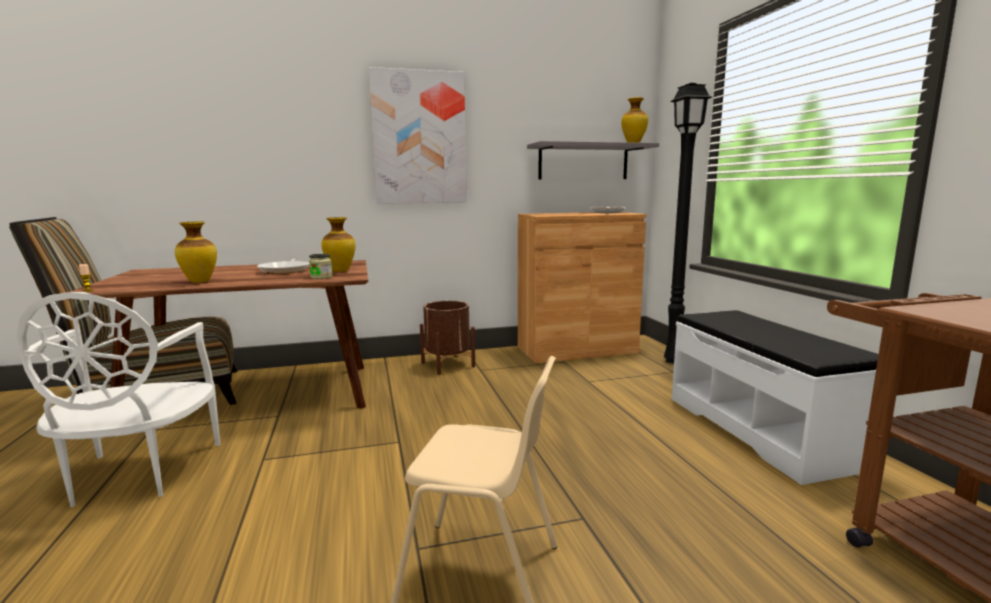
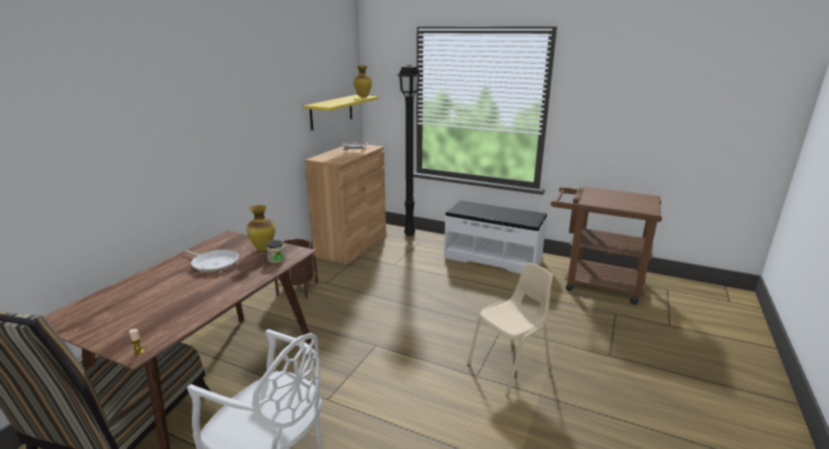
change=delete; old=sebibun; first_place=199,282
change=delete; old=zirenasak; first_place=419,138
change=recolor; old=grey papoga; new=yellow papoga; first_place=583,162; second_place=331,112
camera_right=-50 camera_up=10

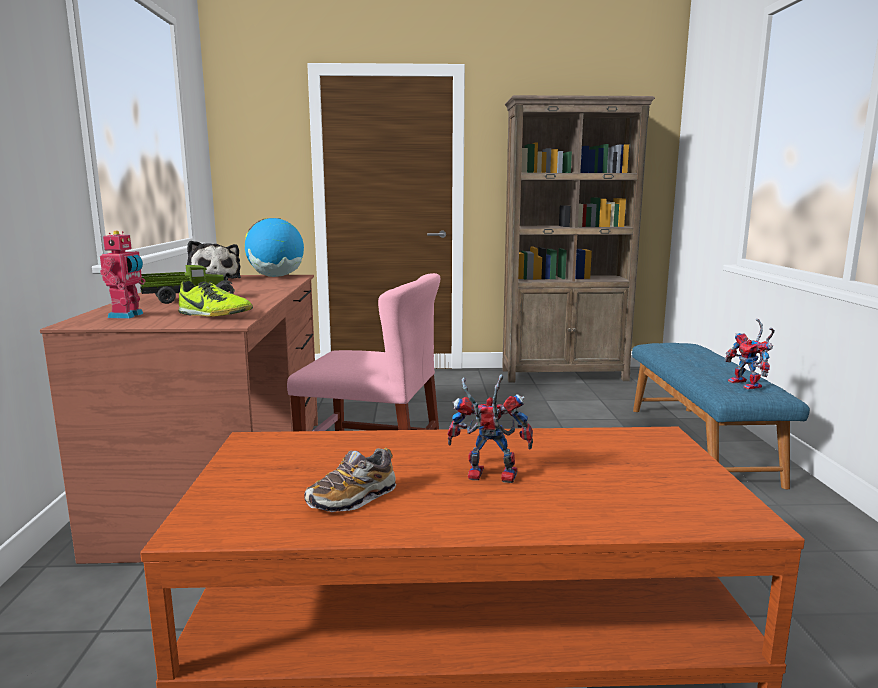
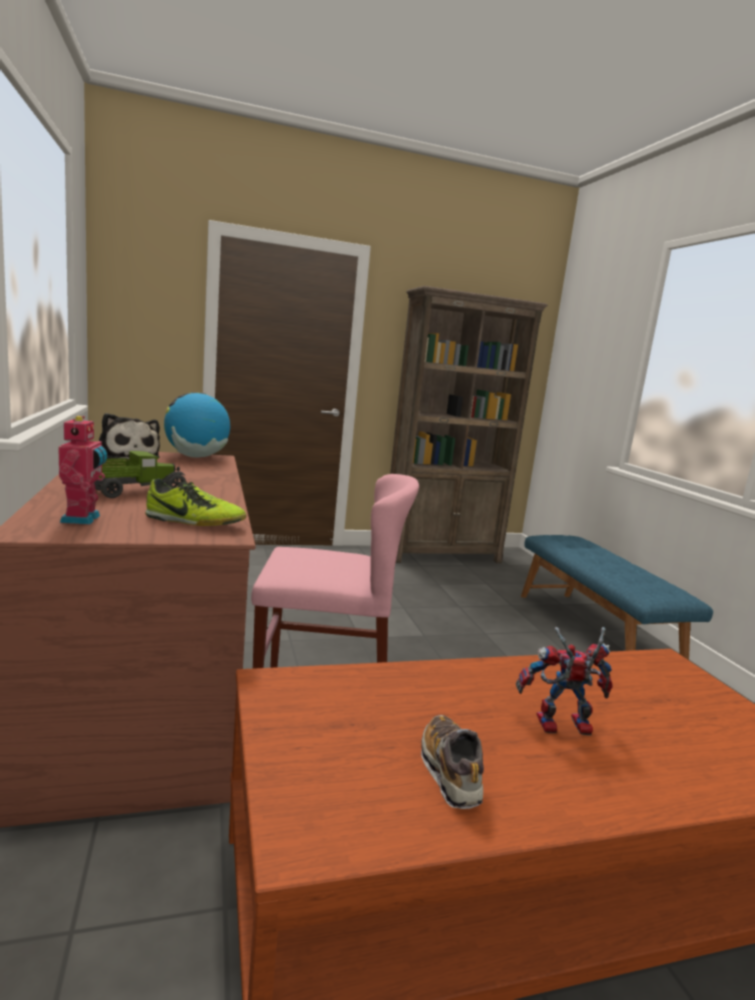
change=delete; old=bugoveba; first_place=748,385
change=rotate; old=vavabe; first_place=352,499; second_place=449,771; degrees=135
camera_right=-15 camera_up=0

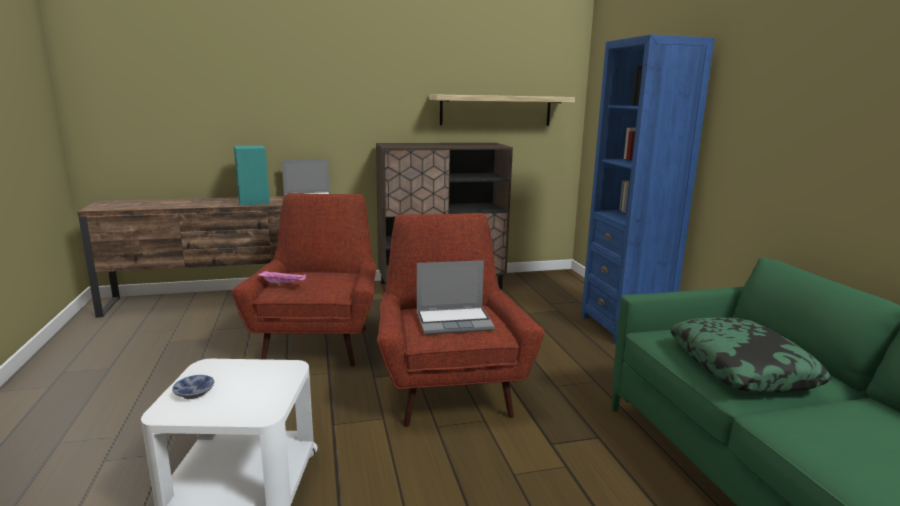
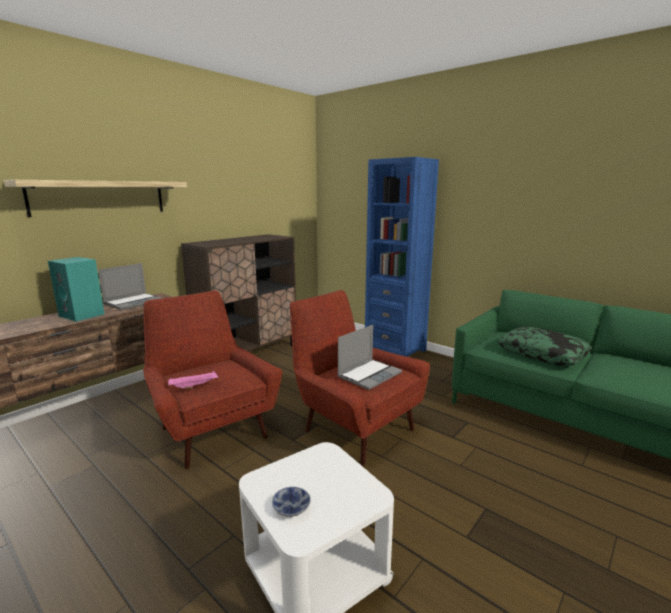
change=move; old=papoga; first_place=496,110; second_place=100,197
camera_right=-35 camera_up=0

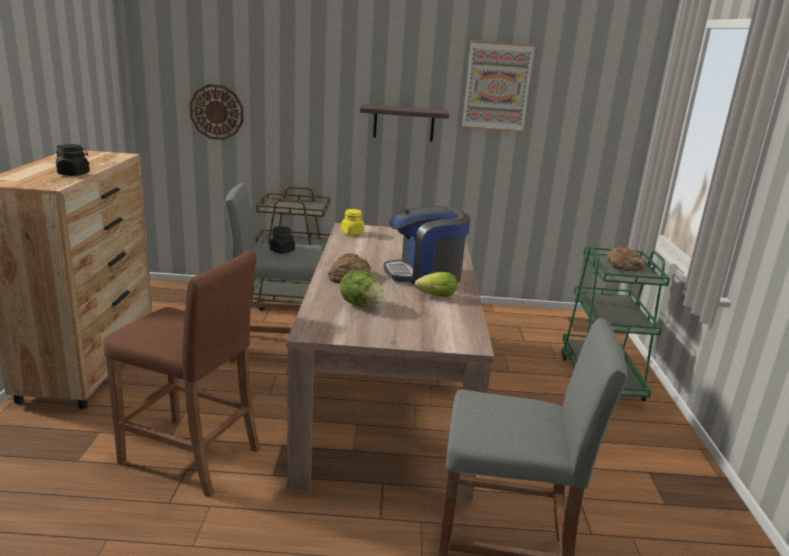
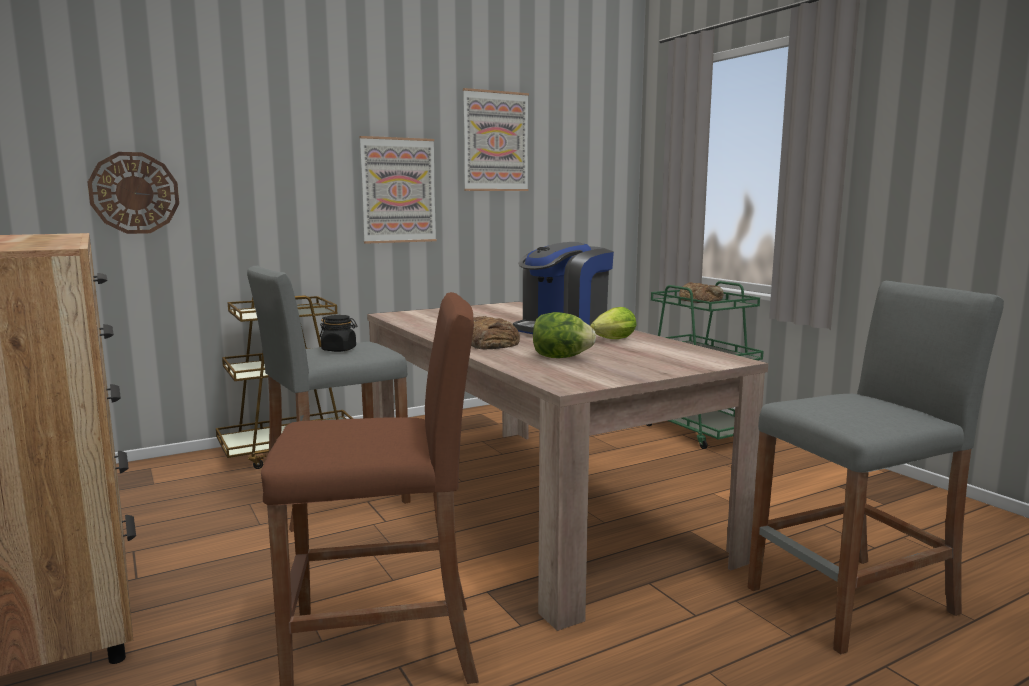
change=delete; old=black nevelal; first_place=74,174
change=delete; old=yellow nevelal; first_place=352,232
change=replace; old=papoga; new=zirenasak; first_place=404,123; second_place=398,190
camera_right=-30 camera_up=-10

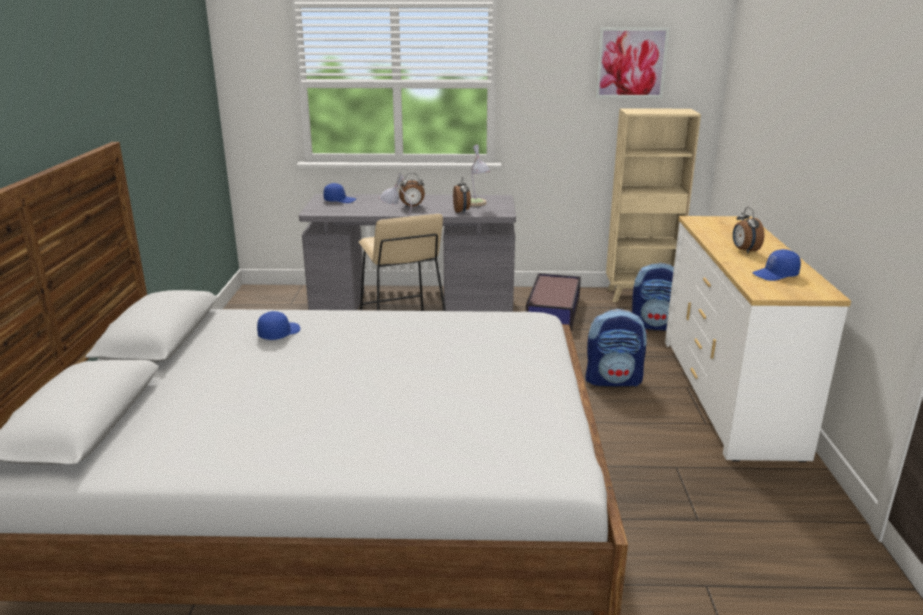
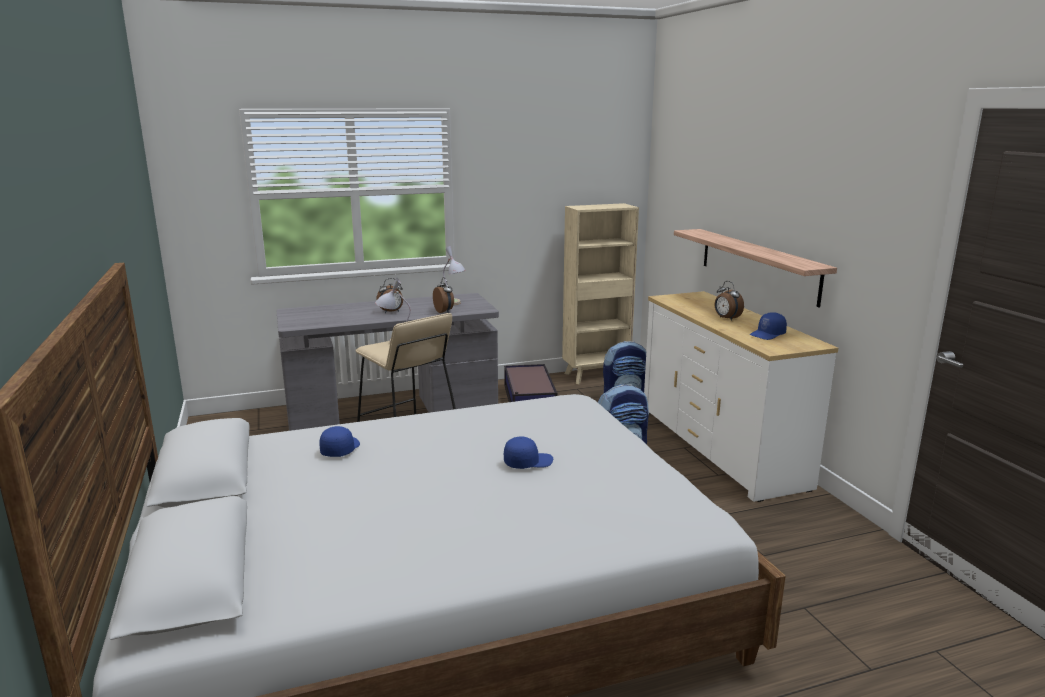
change=delete; old=zirenasak; first_place=631,63
change=insert; new=papoga; second_place=757,265
change=move; old=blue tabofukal; first_place=339,200; second_place=528,462
camera_right=-20 camera_up=-5

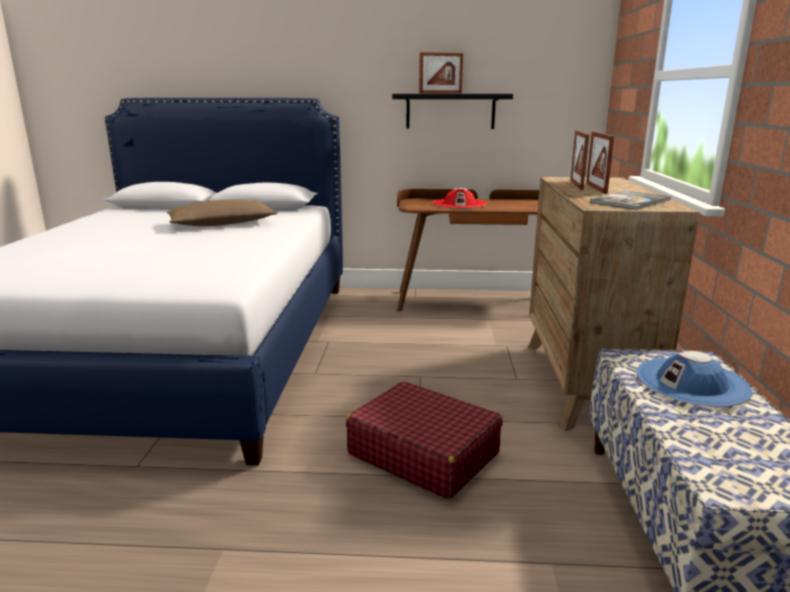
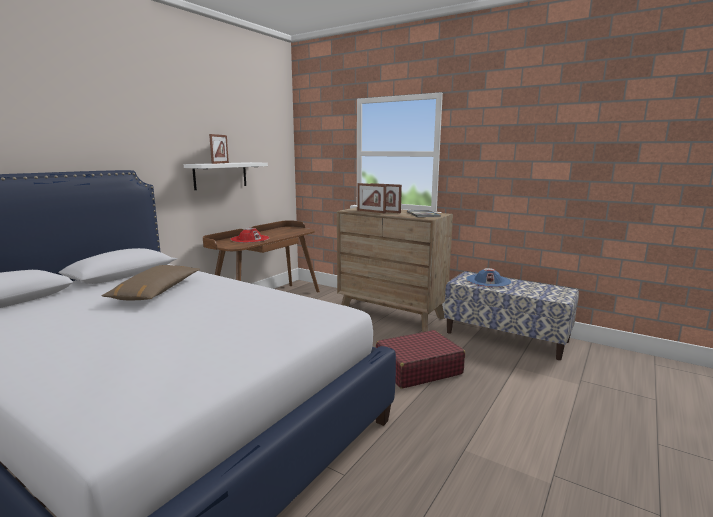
change=recolor; old=black papoga; new=white papoga; first_place=450,111; second_place=220,175
camera_right=-60 camera_up=-5

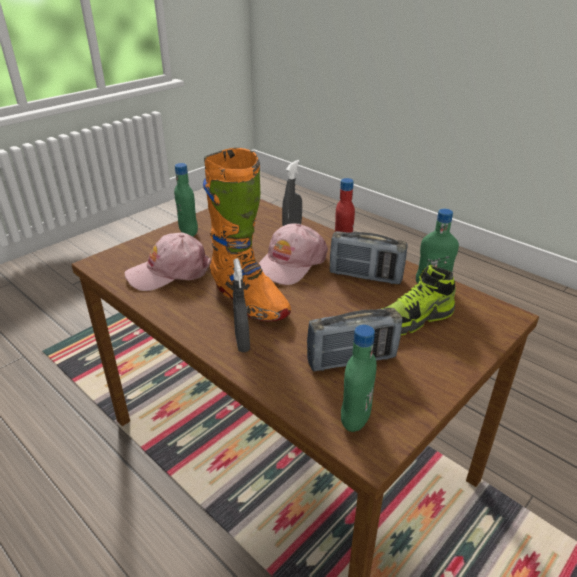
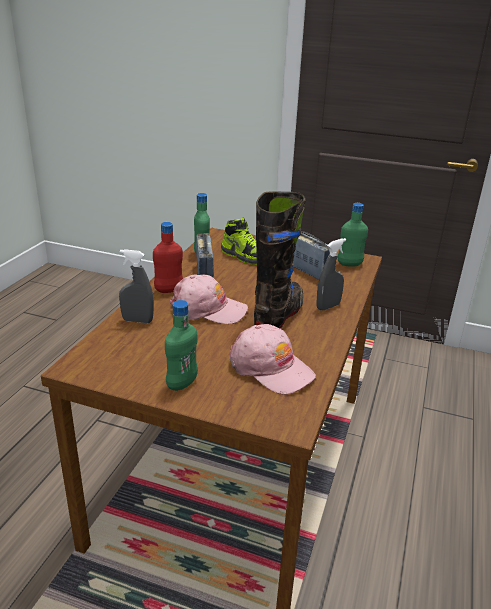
change=recolor; old=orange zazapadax; new=black zazapadax; first_place=249,301; second_place=278,315
camera_right=-115 camera_up=-5

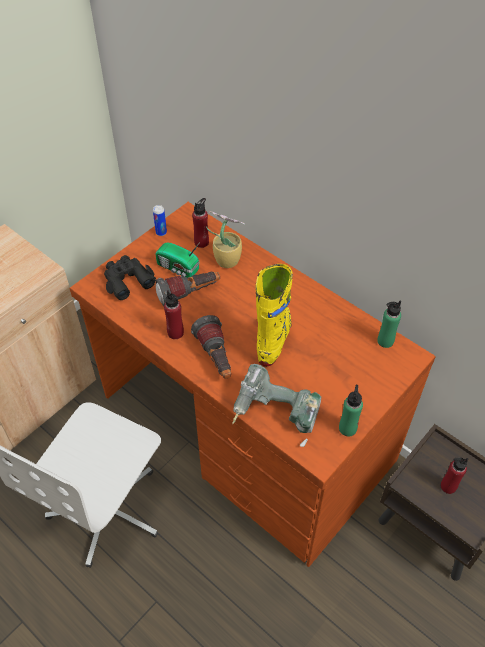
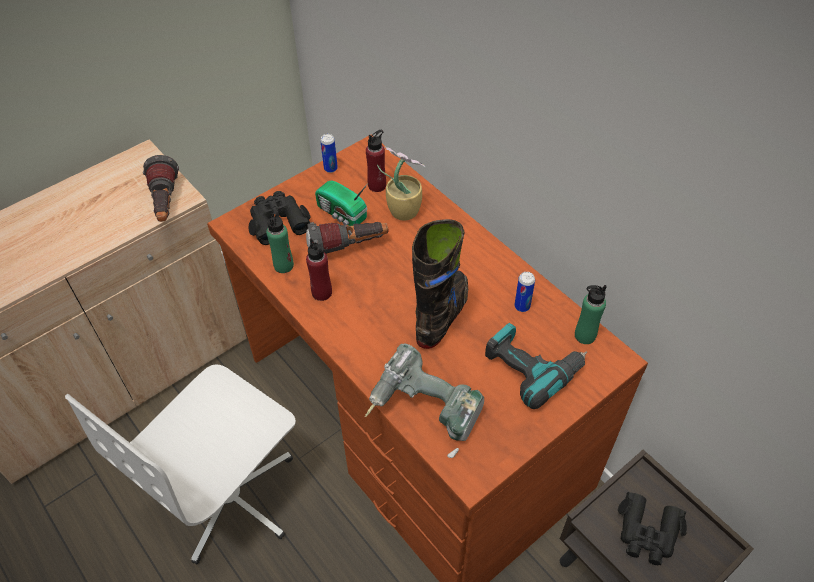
change=insert; new=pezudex; second_place=532,367
change=insert; new=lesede; second_place=522,306
change=move; old=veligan; first_place=216,358; second_place=165,204
change=move; old=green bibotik; first_place=347,428; second_place=284,265
change=replace; old=red bibotik; new=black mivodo; first_place=448,486; second_place=647,533
change=recolor; old=yellow zazapadax; new=black zazapadax; first_place=273,339; second_place=442,315
camera_right=10 camera_up=0

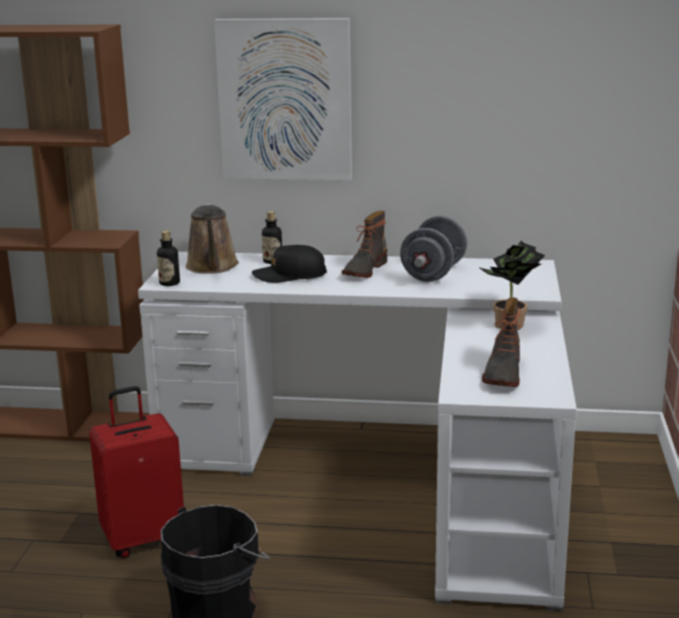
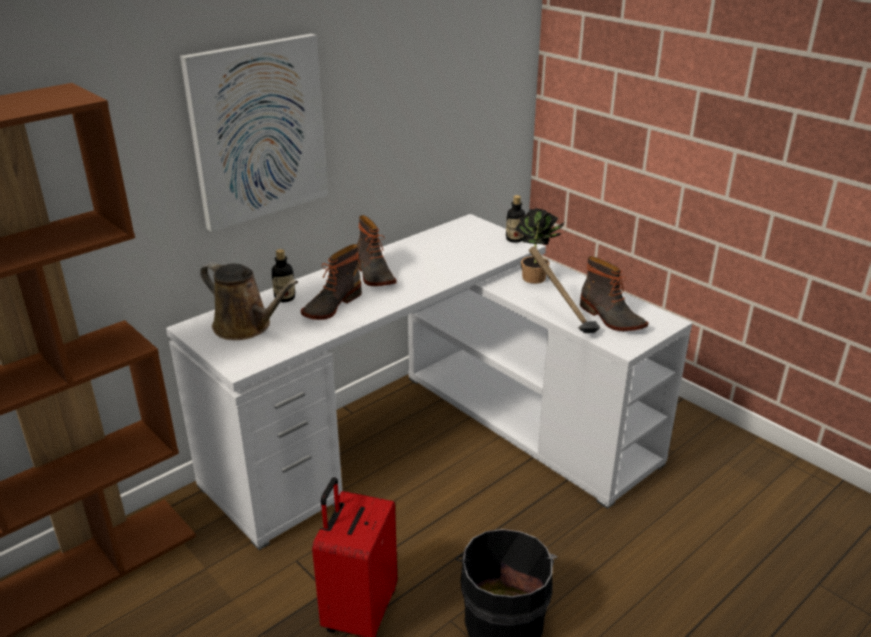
change=delete; old=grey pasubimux; first_place=433,273
change=insert; new=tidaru; second_place=560,321
change=move; old=bibotik; first_place=169,283; second_place=514,239
change=replace; old=black tabofukal; new=zazapadax; first_place=289,275; second_place=331,305
camera_right=-50 camera_up=10

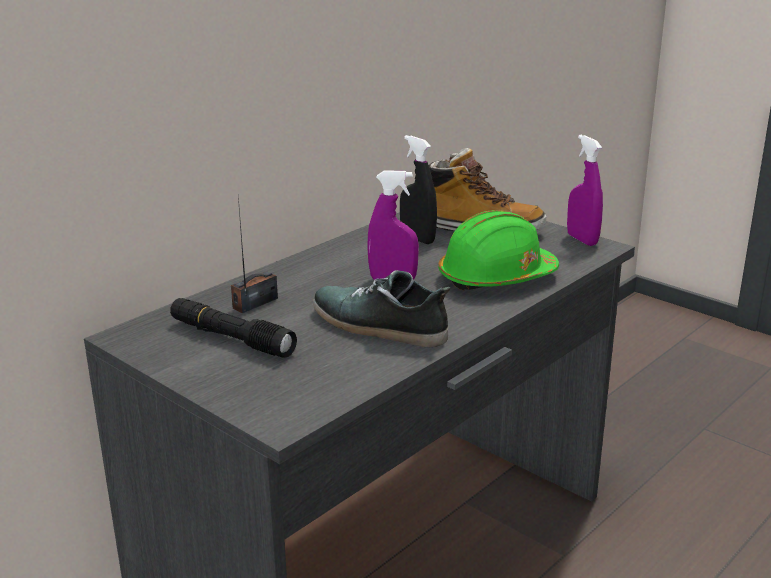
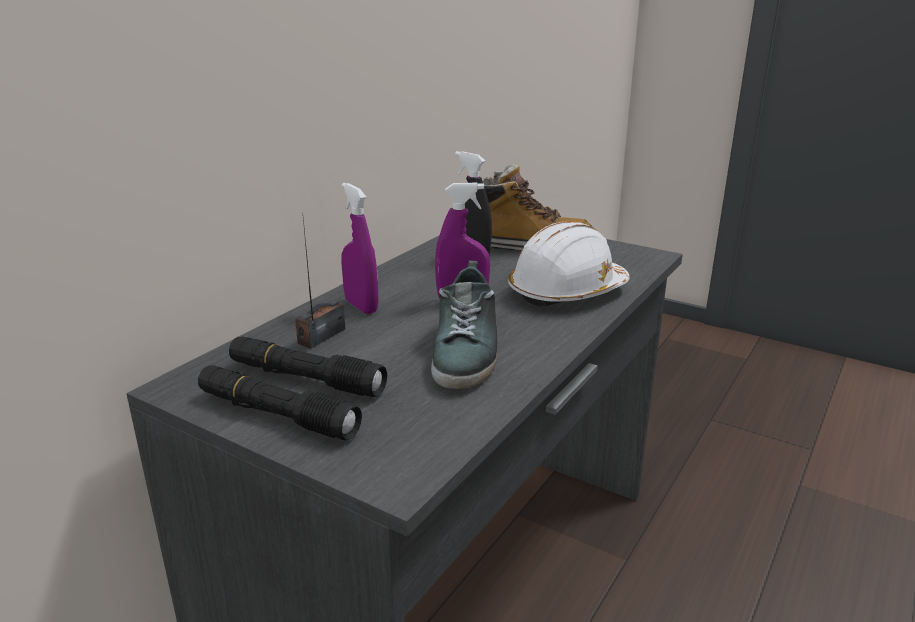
change=insert; new=black veligan; second_place=277,414
change=move; old=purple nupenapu; first_place=582,240; second_place=361,306
change=recolor; old=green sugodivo; new=white sugodivo; first_place=496,277; second_place=566,292
change=rotate; old=vavabe; first_place=378,325; second_place=467,351; degrees=-105
camera_right=-10 camera_up=0

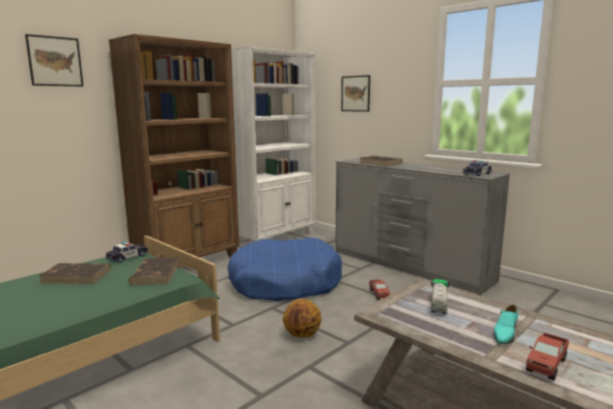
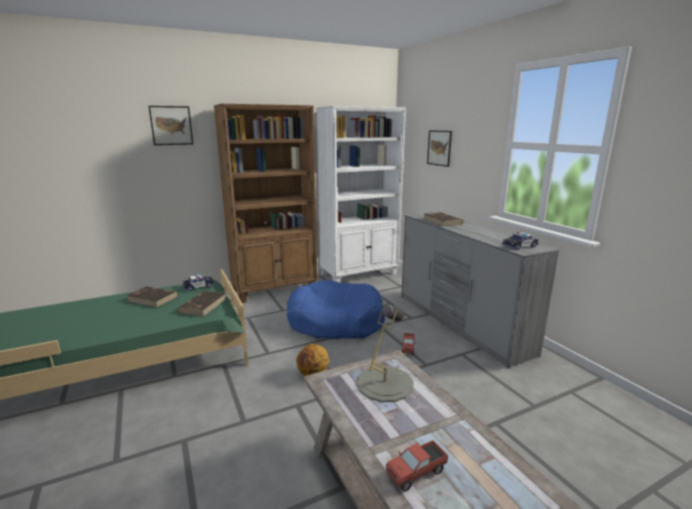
change=delete; old=turquoise vavabe; first_place=505,333
change=replace; old=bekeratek; new=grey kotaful; first_place=439,305; second_place=384,383
camera_right=20 camera_up=5

